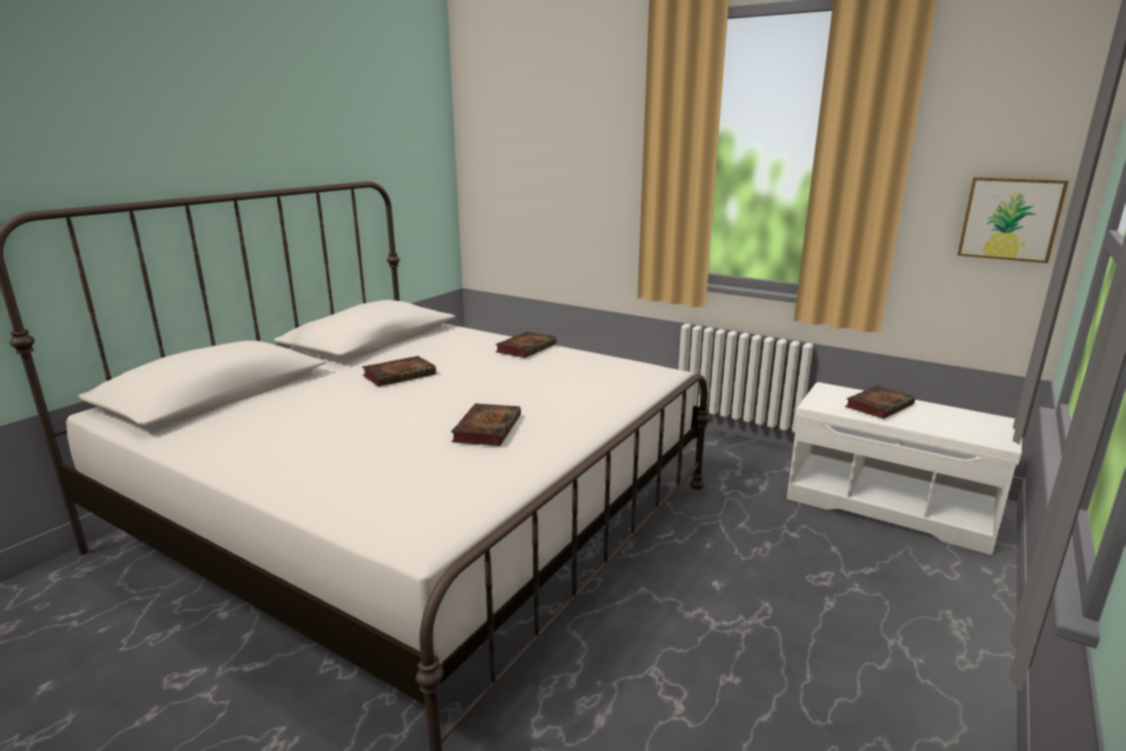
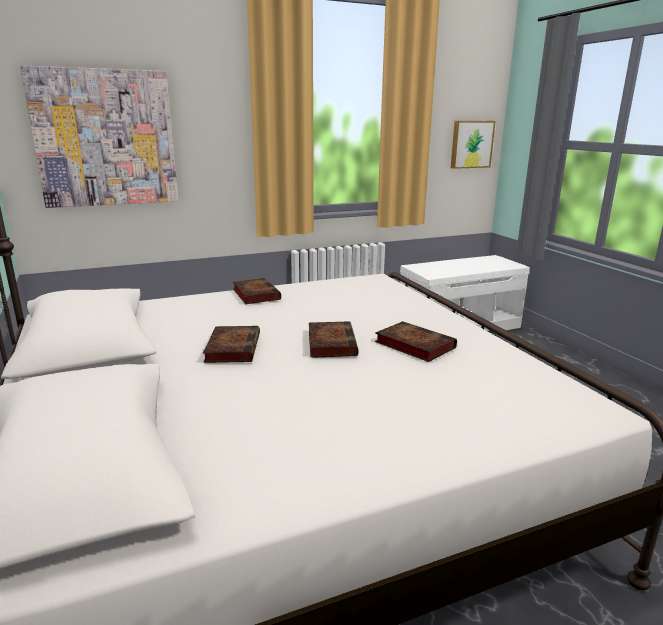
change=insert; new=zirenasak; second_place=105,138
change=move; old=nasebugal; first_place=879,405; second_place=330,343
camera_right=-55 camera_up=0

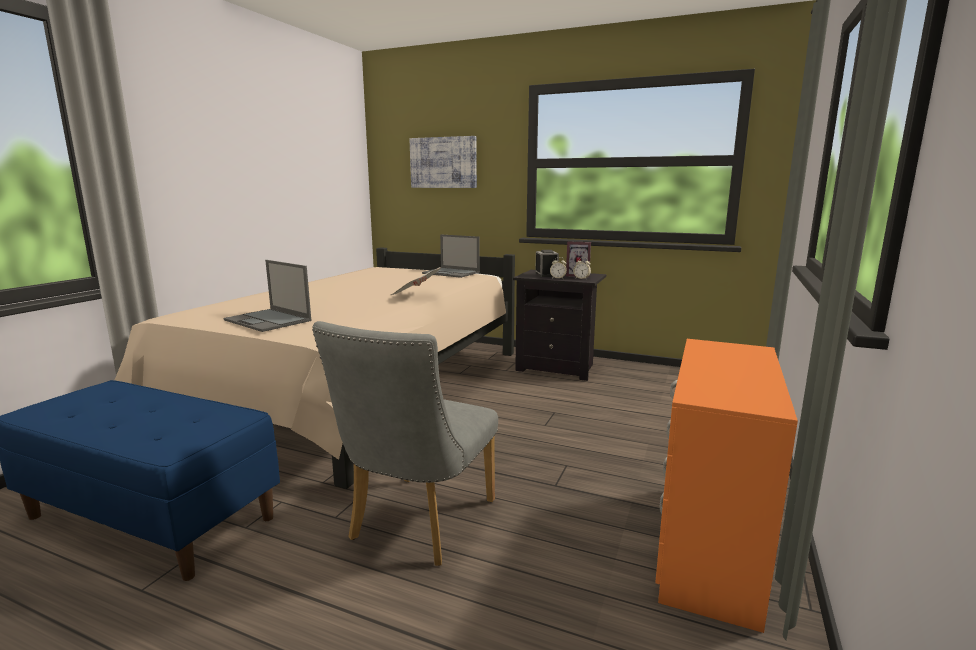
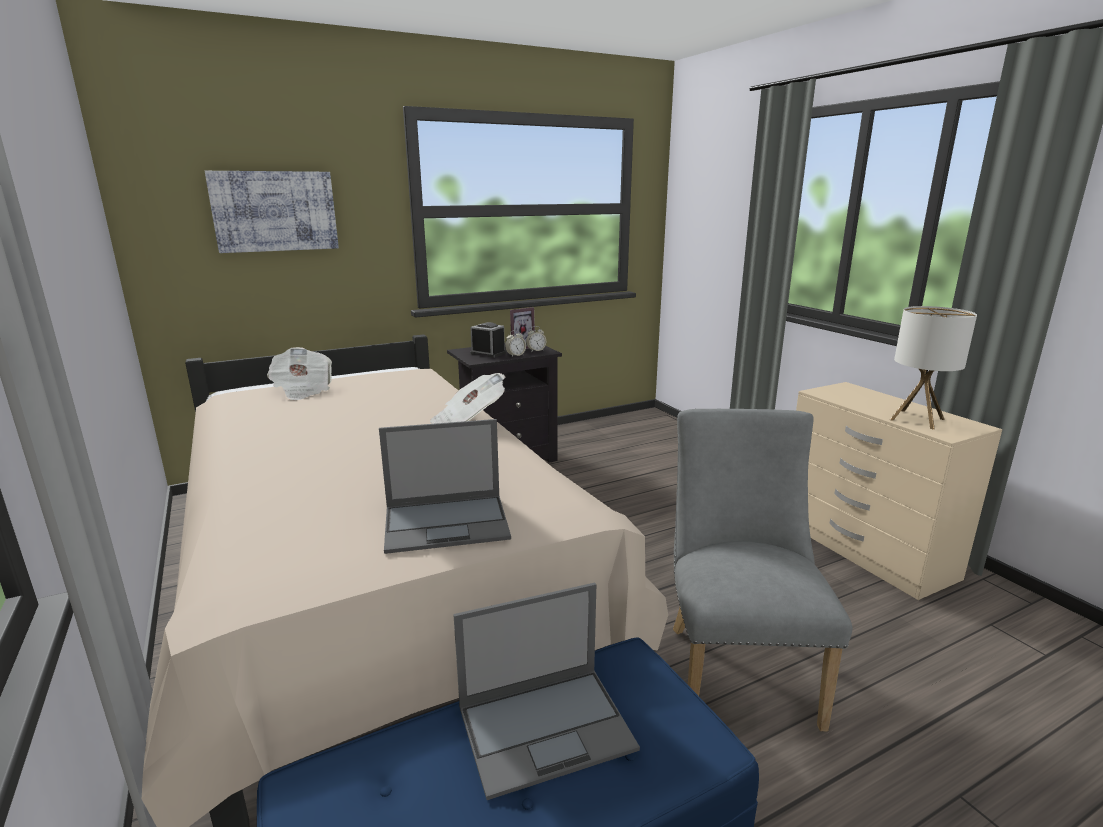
change=insert; new=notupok; second_place=302,390
change=insert; new=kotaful; second_place=916,419
change=move; old=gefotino; first_place=451,273; second_place=547,727
change=recolor; old=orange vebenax; new=beige vebenax; first_place=707,547; second_place=864,549
change=rotate; old=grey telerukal; first_place=417,525; second_place=736,666; degrees=-150
camera_right=-50 camera_up=5

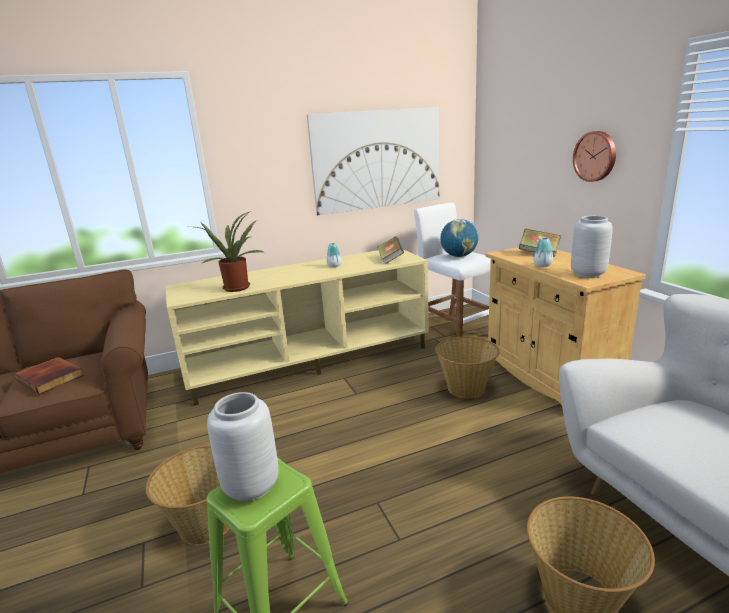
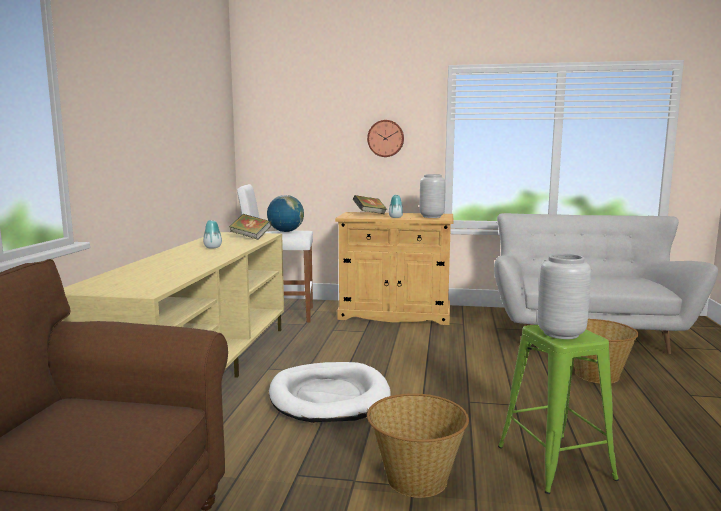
change=delete; old=nasebugal; first_place=51,378
change=delete; old=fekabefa; first_place=237,287
change=delete; old=zirenasak; first_place=377,160
change=delete; old=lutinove; first_place=466,388
change=insert; new=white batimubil; second_place=329,397
camera_right=-60 camera_up=-10

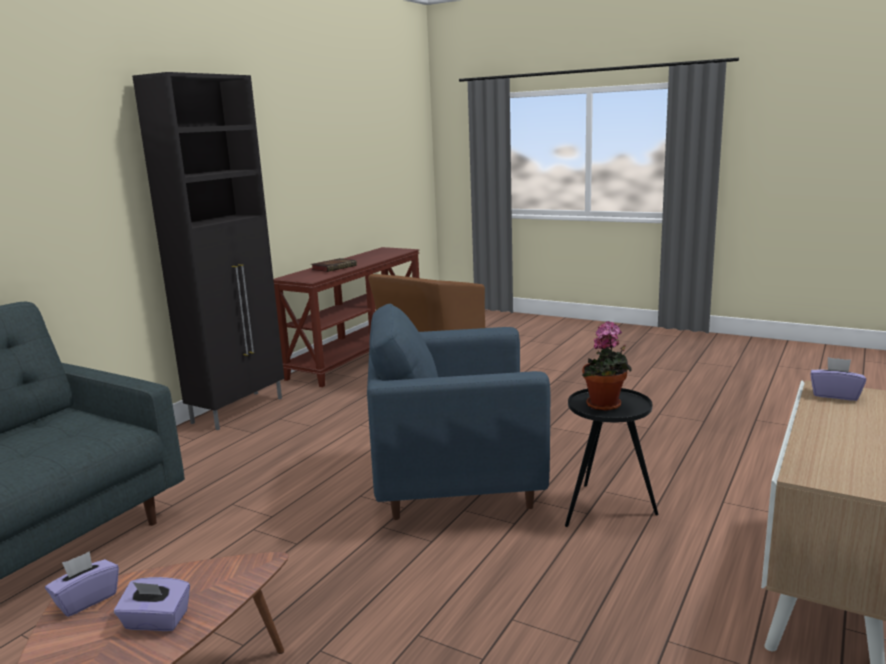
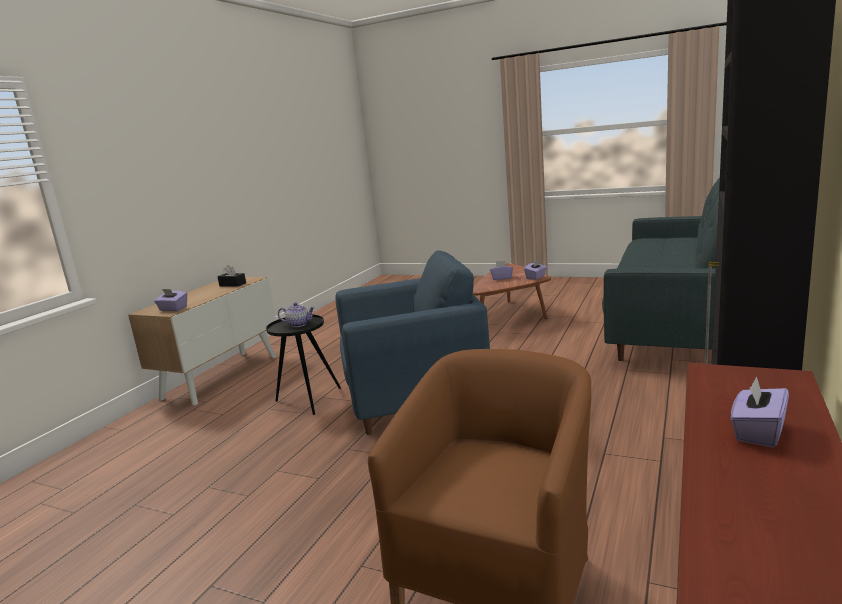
change=insert; new=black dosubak; second_place=232,284
change=replace; old=nasebugal; new=purple dosubak; first_place=334,268; second_place=757,432
change=replace; old=fekabefa; new=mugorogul; first_place=605,406; second_place=299,324
camera_right=175 camera_up=0

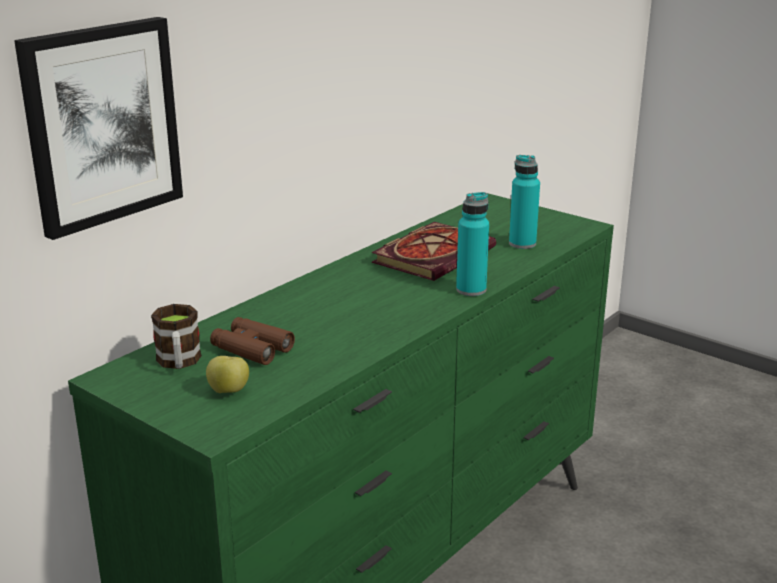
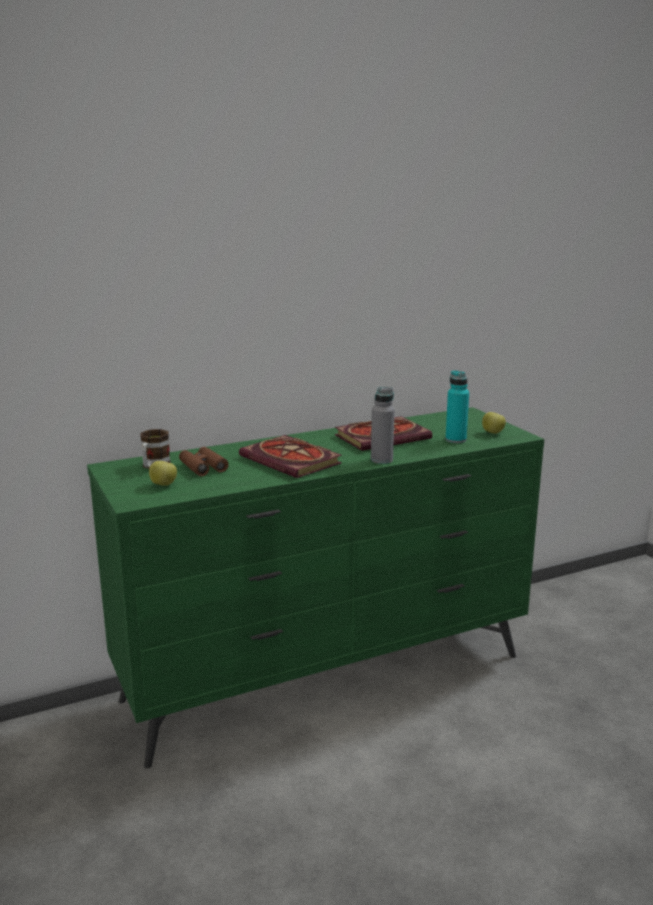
change=delete; old=zirenasak; first_place=102,124
change=insert; new=nasebugal; second_place=293,461
change=insert; new=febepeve; second_place=493,433
change=recolor; old=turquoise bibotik; new=grey bibotik; first_place=471,290; second_place=381,460
camera_right=25 camera_up=-5

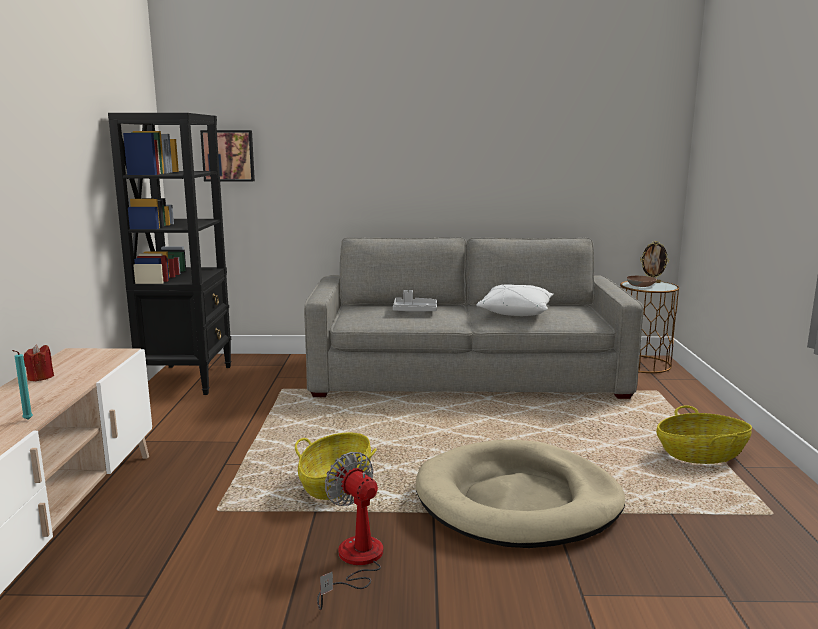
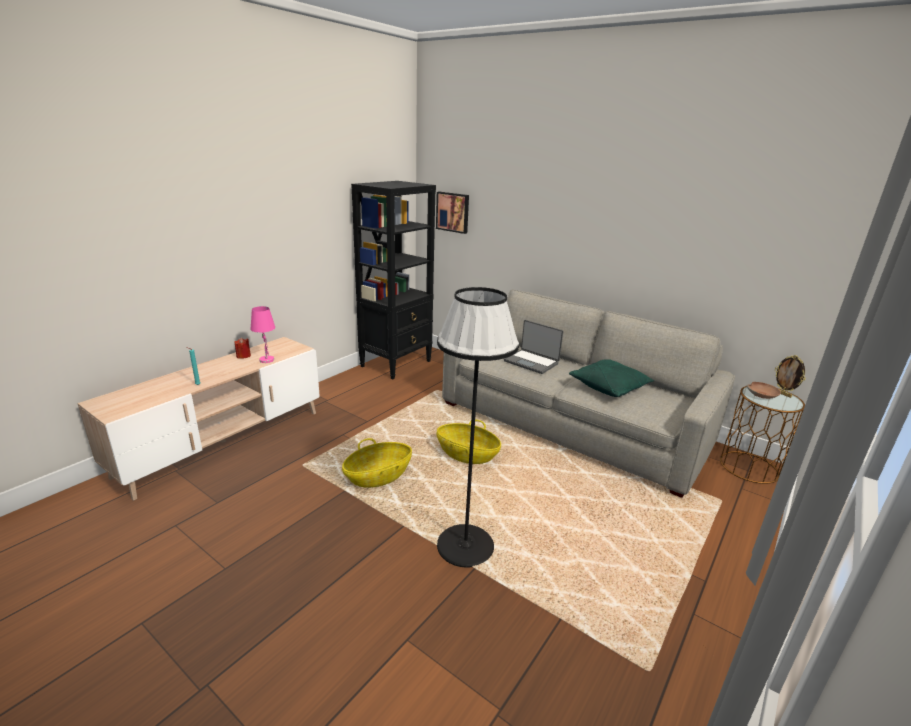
change=delete; old=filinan; first_place=355,562
change=insert; new=pink kotaful; second_place=267,360
change=move; old=lutinove; first_place=701,455; second_place=467,455
change=replace; old=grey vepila; new=gefotino; first_place=414,311; second_place=532,362
change=replace; old=beige batimubil; new=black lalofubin; first_place=518,500; second_place=466,545
change=recolor; old=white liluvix; new=green liluvix; first_place=515,312; second_place=609,387
camera_right=35 camera_up=10

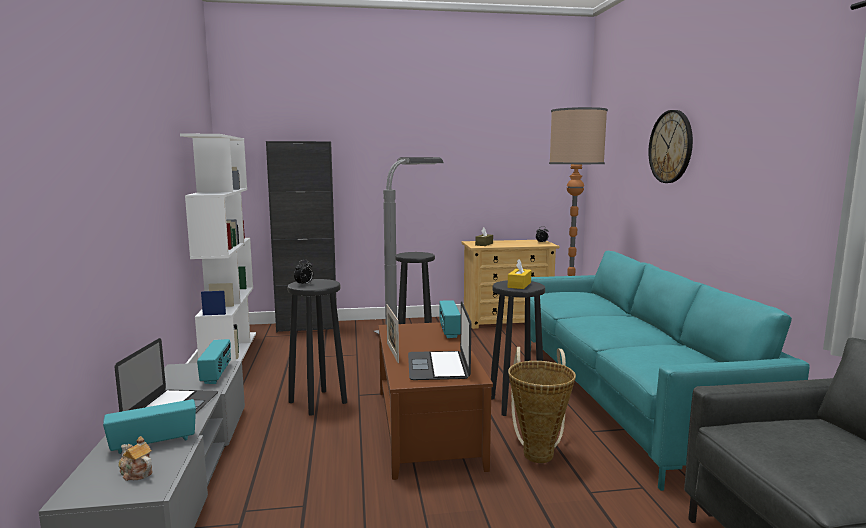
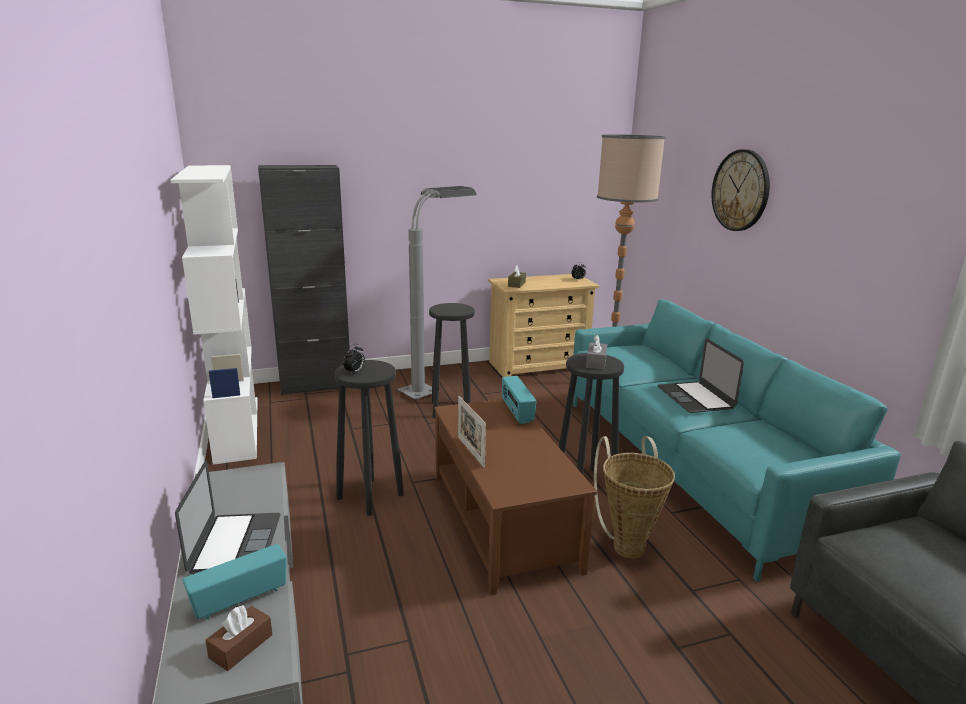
change=delete; old=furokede; first_place=217,374
change=move; old=gefotino; first_place=438,366; second_place=695,397
change=replace; old=mugorogul; new=brown dosubak; first_place=136,473; second_place=241,646
change=recolor; old=yellow dosubak; new=grey dosubak; first_place=519,285; second_place=596,362
camera_right=-10 camera_up=10

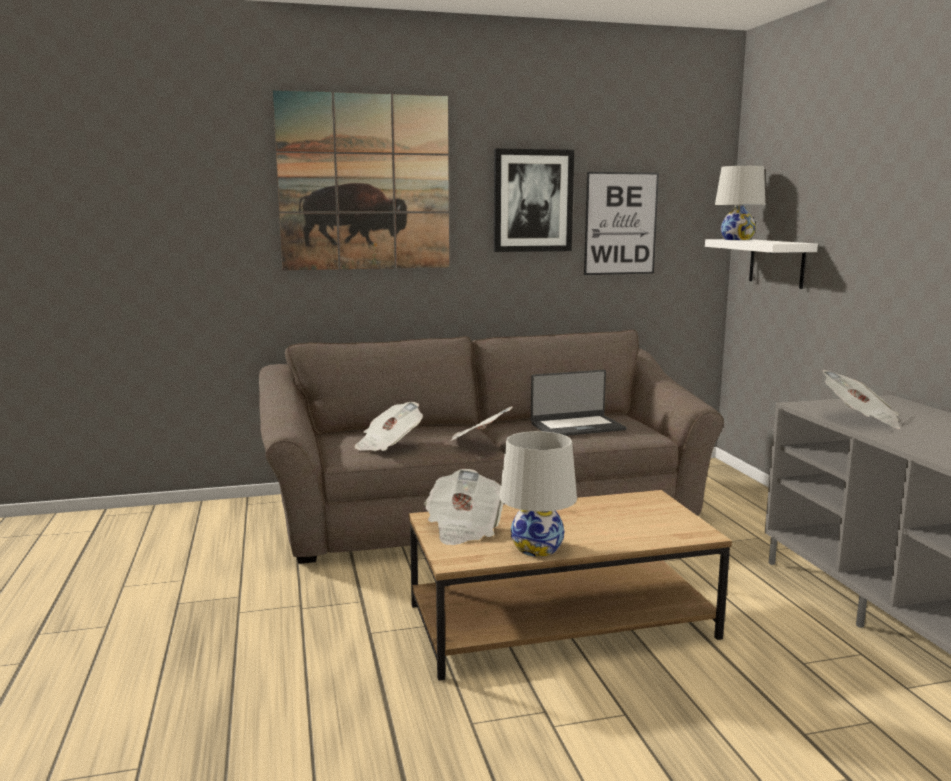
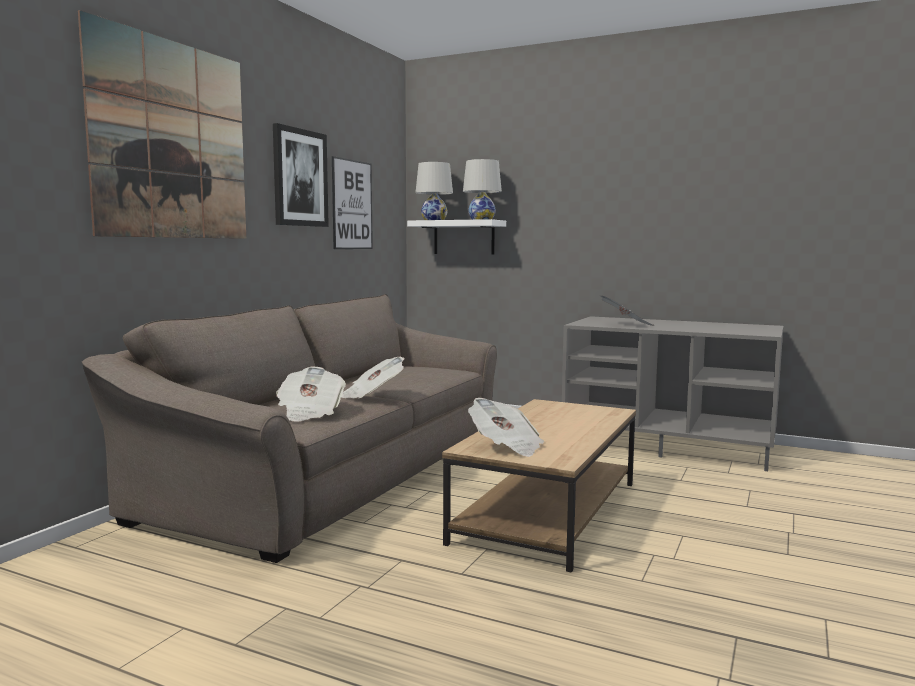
change=delete; old=gefotino; first_place=577,426
change=move; old=white kotaful; first_place=537,548; second_place=481,219
camera_right=-50 camera_up=-5

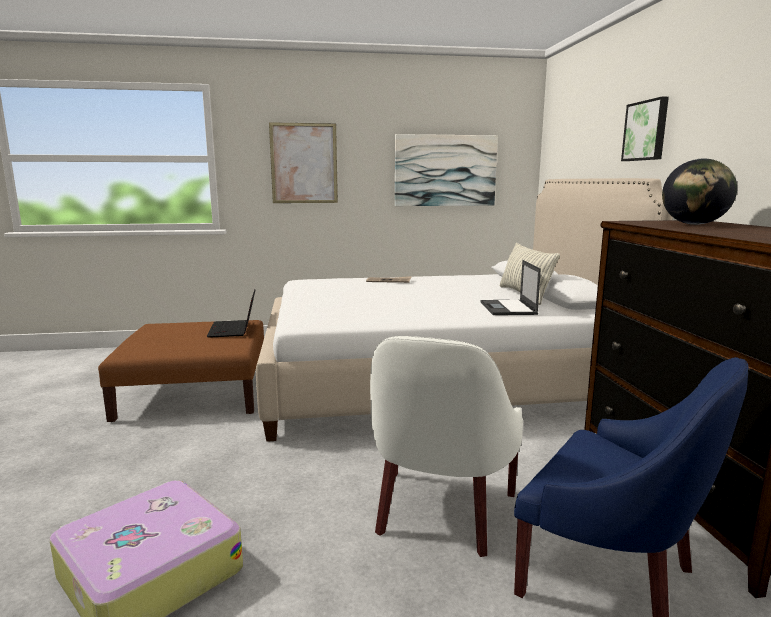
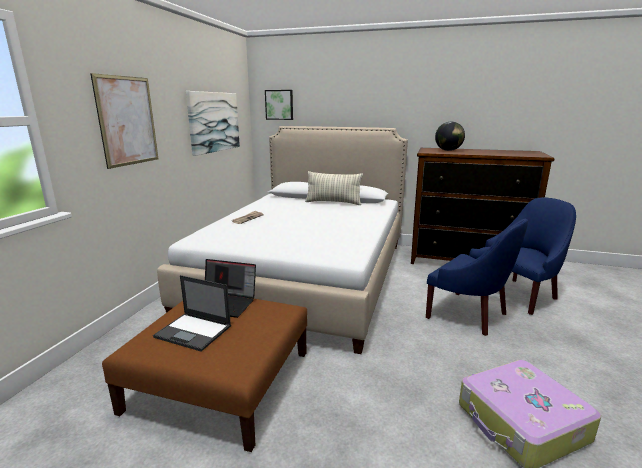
change=move; old=gefotino; first_place=508,308; second_place=194,331
change=move; old=zirenasak; first_place=646,131; second_place=279,105
change=recolor; old=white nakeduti; new=blue nakeduti; first_place=440,512; second_place=469,314
camera_right=-65 camera_up=5

